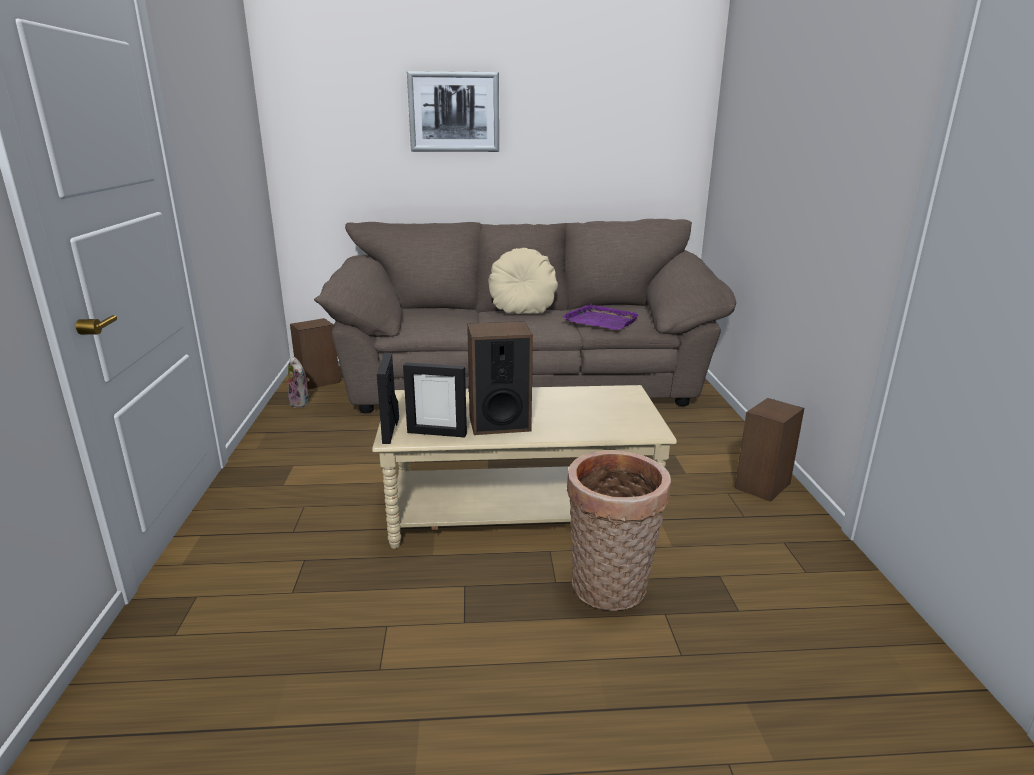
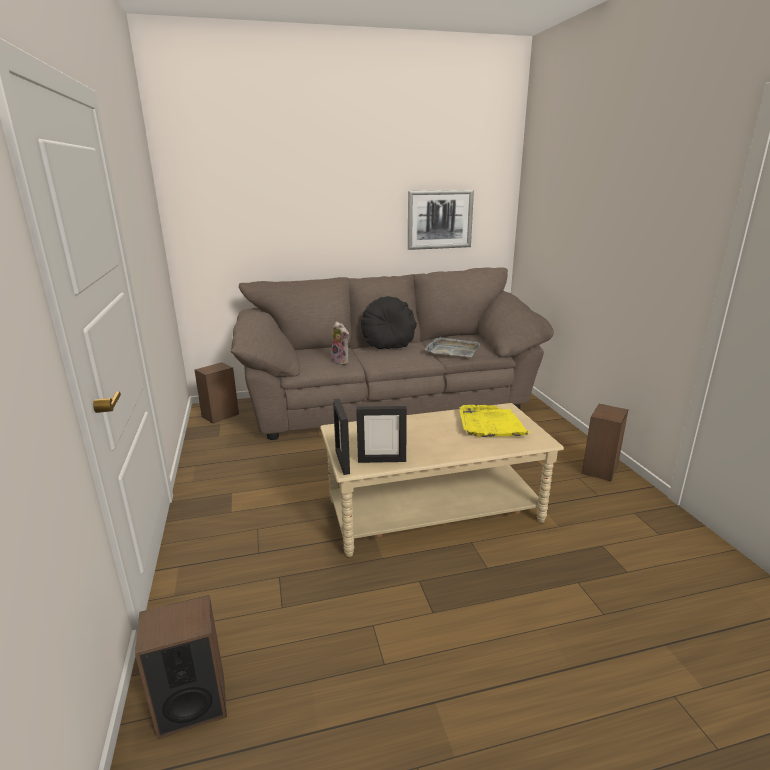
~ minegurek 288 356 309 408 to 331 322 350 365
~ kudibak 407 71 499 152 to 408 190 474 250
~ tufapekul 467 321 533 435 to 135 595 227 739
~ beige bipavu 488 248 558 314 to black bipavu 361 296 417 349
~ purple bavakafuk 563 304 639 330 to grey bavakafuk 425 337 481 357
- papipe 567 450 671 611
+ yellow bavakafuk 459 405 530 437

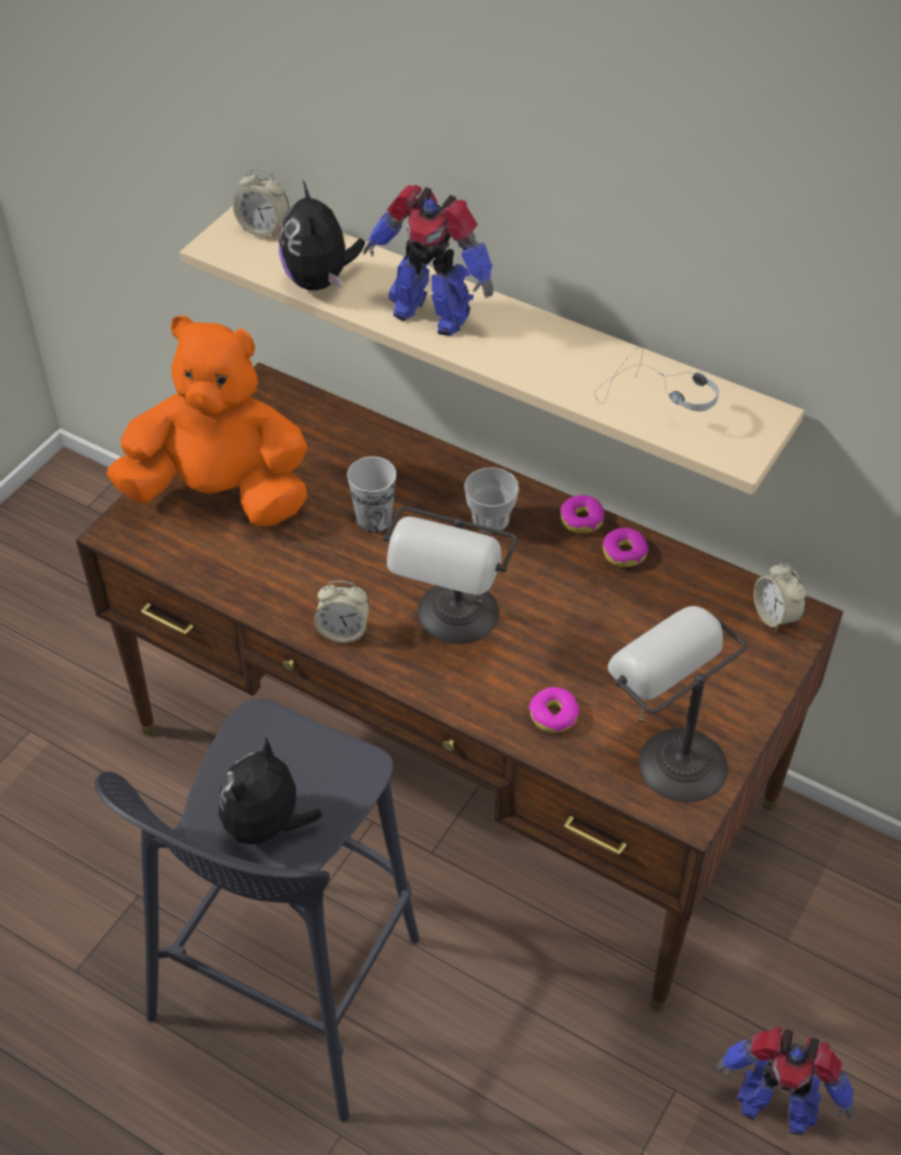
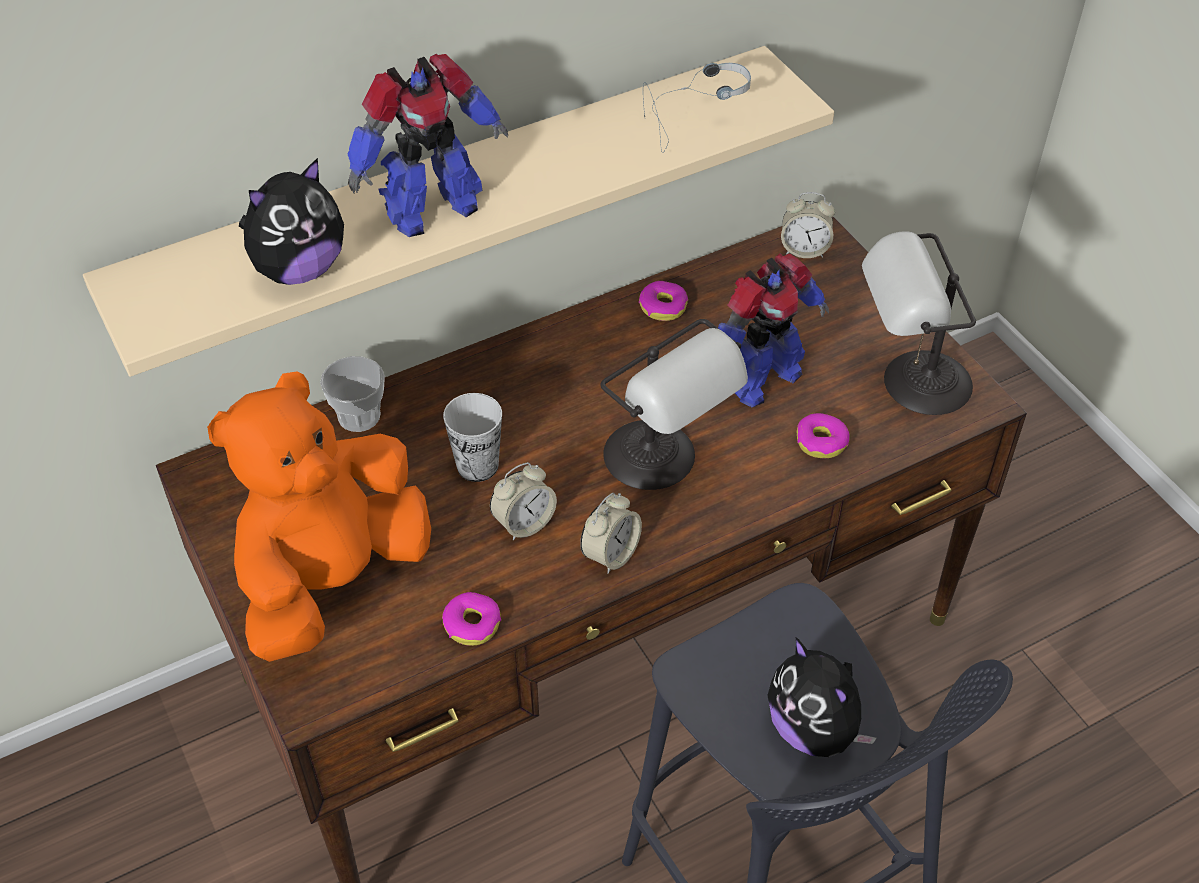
~ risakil 233 168 289 238 to 490 462 557 540
~ minegurek 279 181 365 290 = 239 158 344 285 60 degrees counterclockwise
~ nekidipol 464 467 519 533 to 320 356 385 432
~ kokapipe 560 495 604 533 to 442 592 501 646
~ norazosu 715 1026 854 1135 to 718 253 829 407

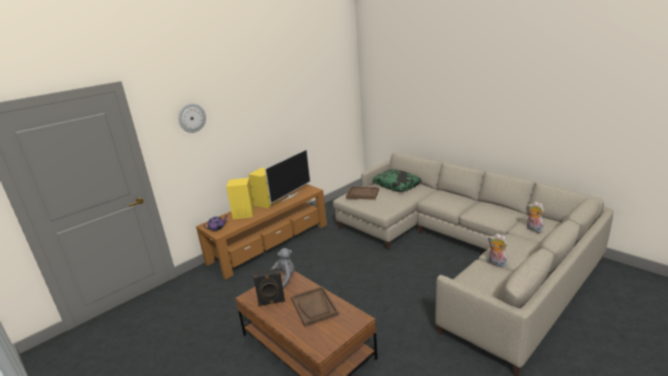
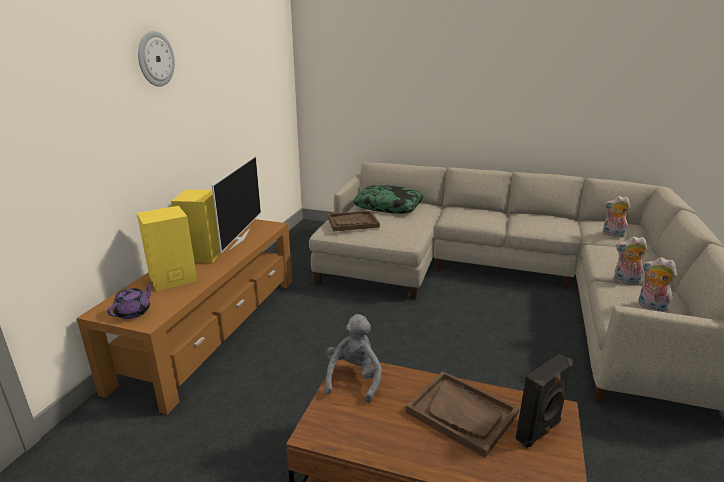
~ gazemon 178 103 206 133 to 138 31 175 87
~ black tufapekul 253 268 285 306 to 515 354 573 448
+ minegurek 639 257 677 313

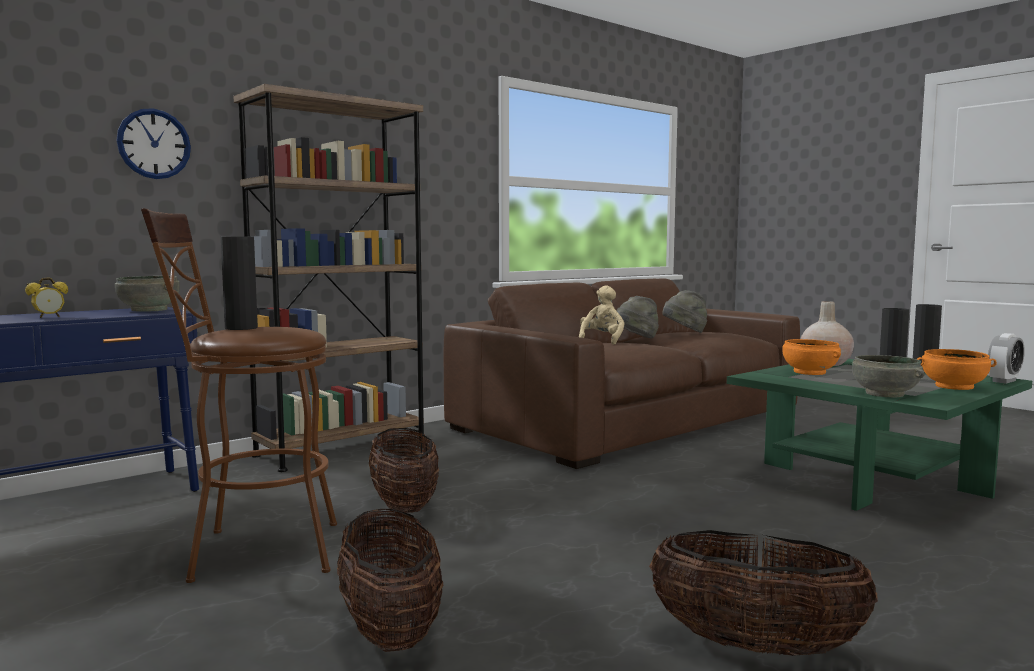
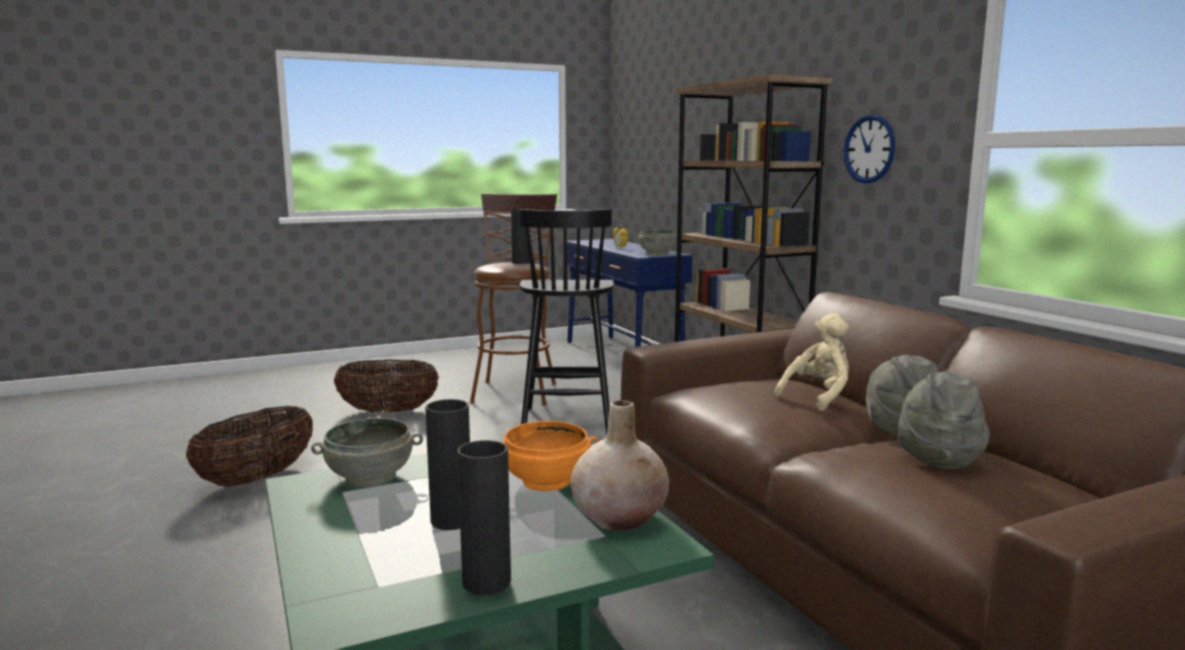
~ gazemon 116 108 191 179 to 844 114 895 183
~ papipe 369 428 439 513 to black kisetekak 519 209 614 436
~ beige minegurek 579 285 624 344 = 774 313 849 411 75 degrees counterclockwise
- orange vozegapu 917 349 997 390
- risakil 988 333 1025 384

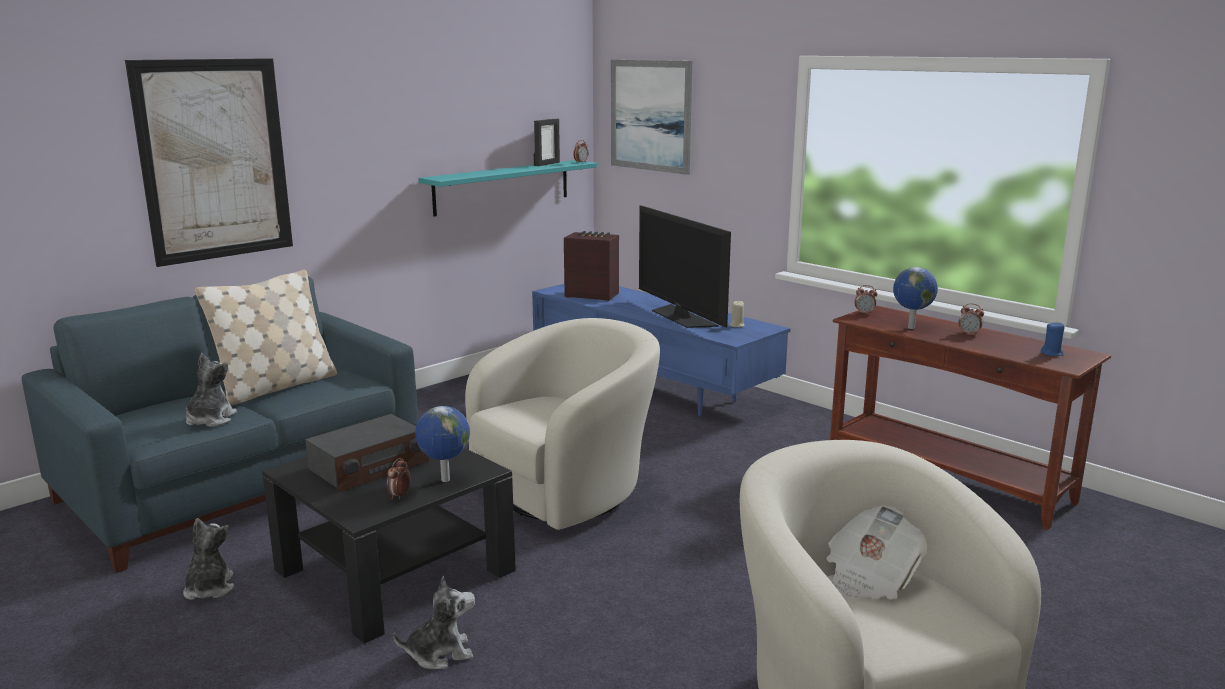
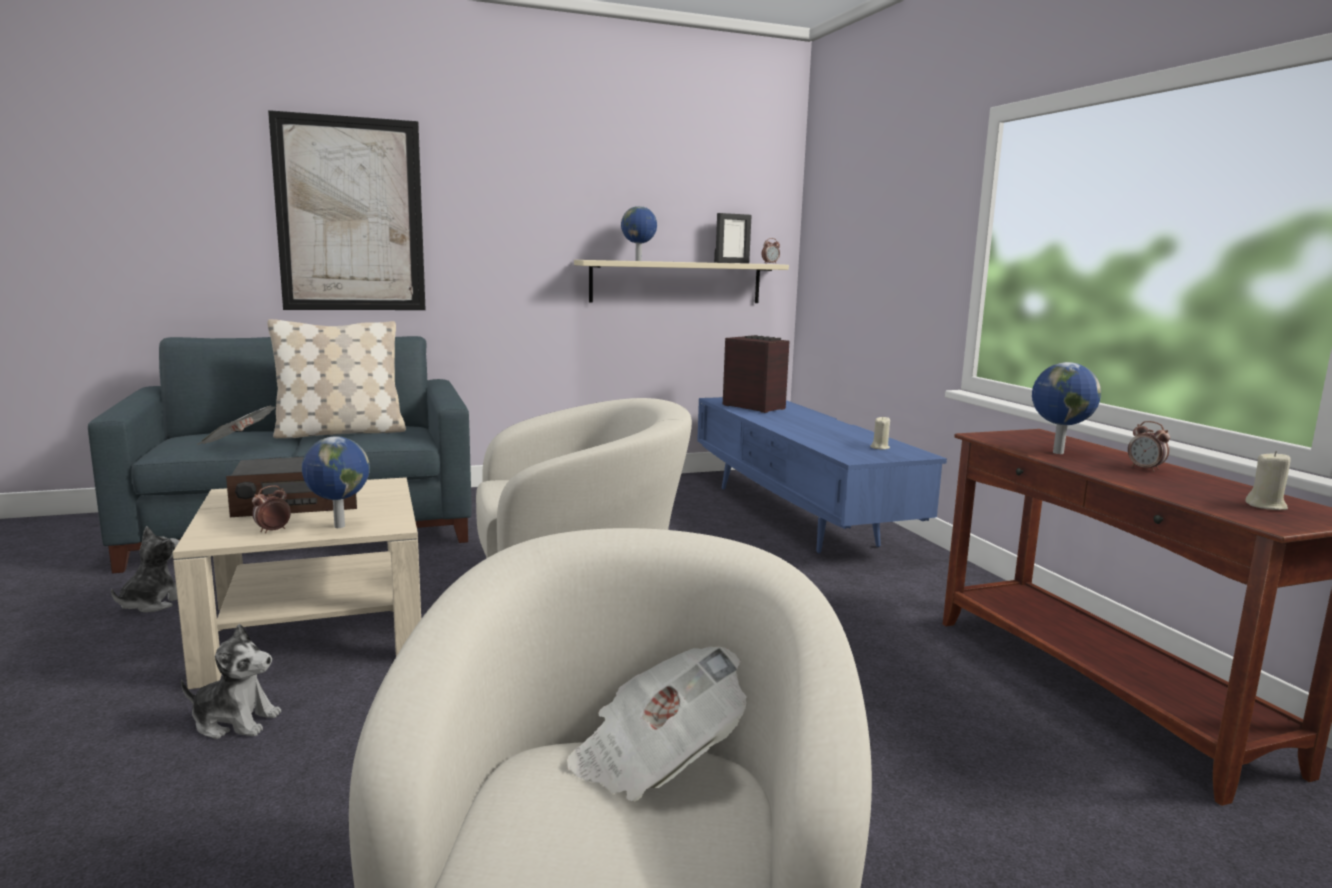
~ minegurek 186 353 237 427 to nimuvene 197 405 276 445
~ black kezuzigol 262 423 516 644 to beige kezuzigol 173 477 421 689
~ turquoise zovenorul 418 160 597 216 to beige zovenorul 574 260 789 303
- kudibak 611 60 692 175
- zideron 639 205 731 328
- risakil 855 285 877 314
~ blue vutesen 1041 322 1064 356 to beige vutesen 1245 451 1291 510
+ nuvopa 621 206 657 261

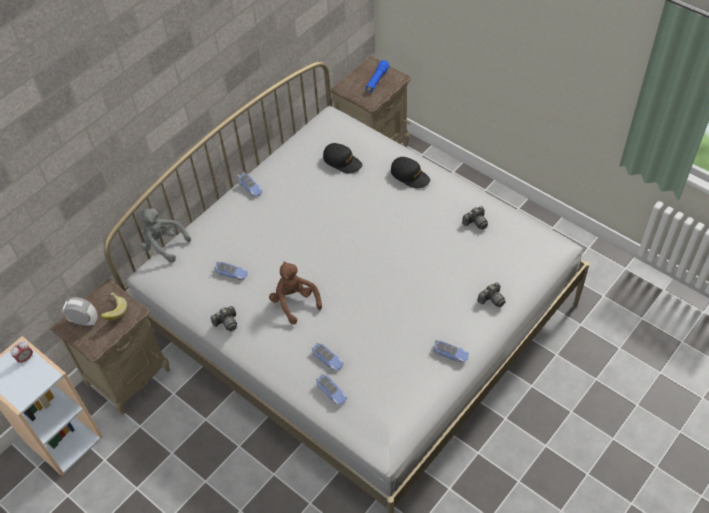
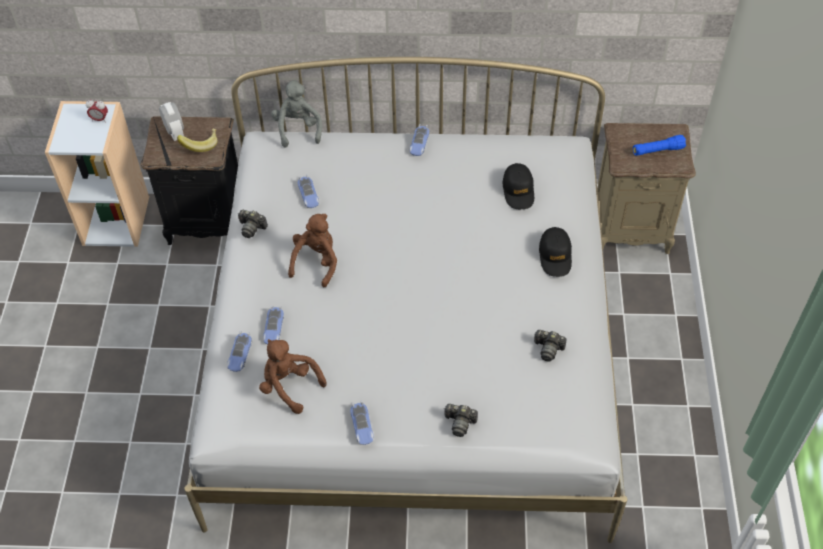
~ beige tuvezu 50 279 170 415 to black tuvezu 140 116 238 245
+ brown minegurek 259 339 327 414

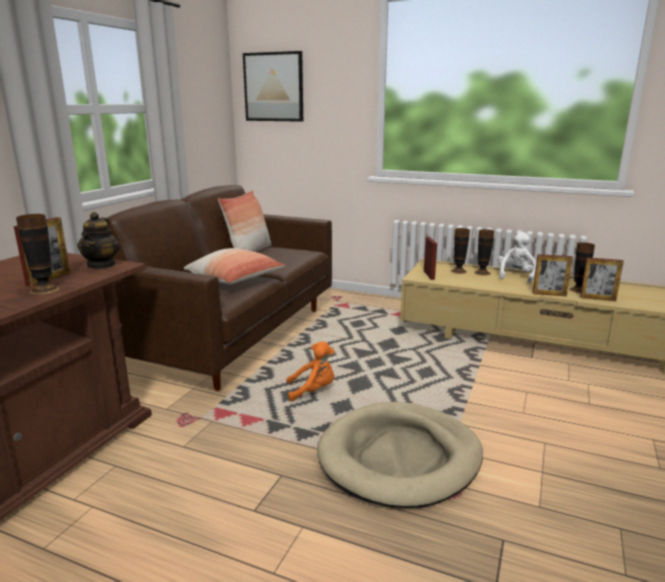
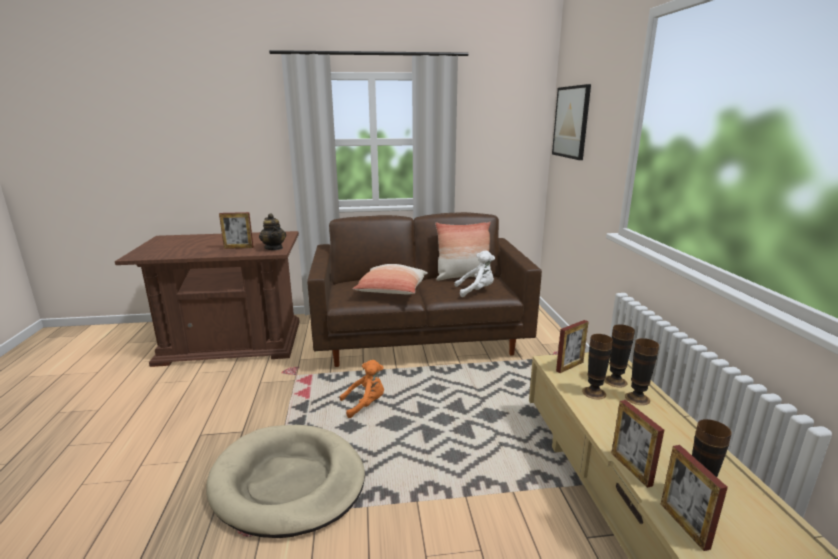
~ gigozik 16 214 60 295 to 582 334 613 399
~ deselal 77 212 120 269 = 259 213 286 250 90 degrees counterclockwise
~ orange minegurek 286 341 334 402 = 340 360 384 418 75 degrees counterclockwise
~ white minegurek 498 232 536 284 to 454 250 495 297

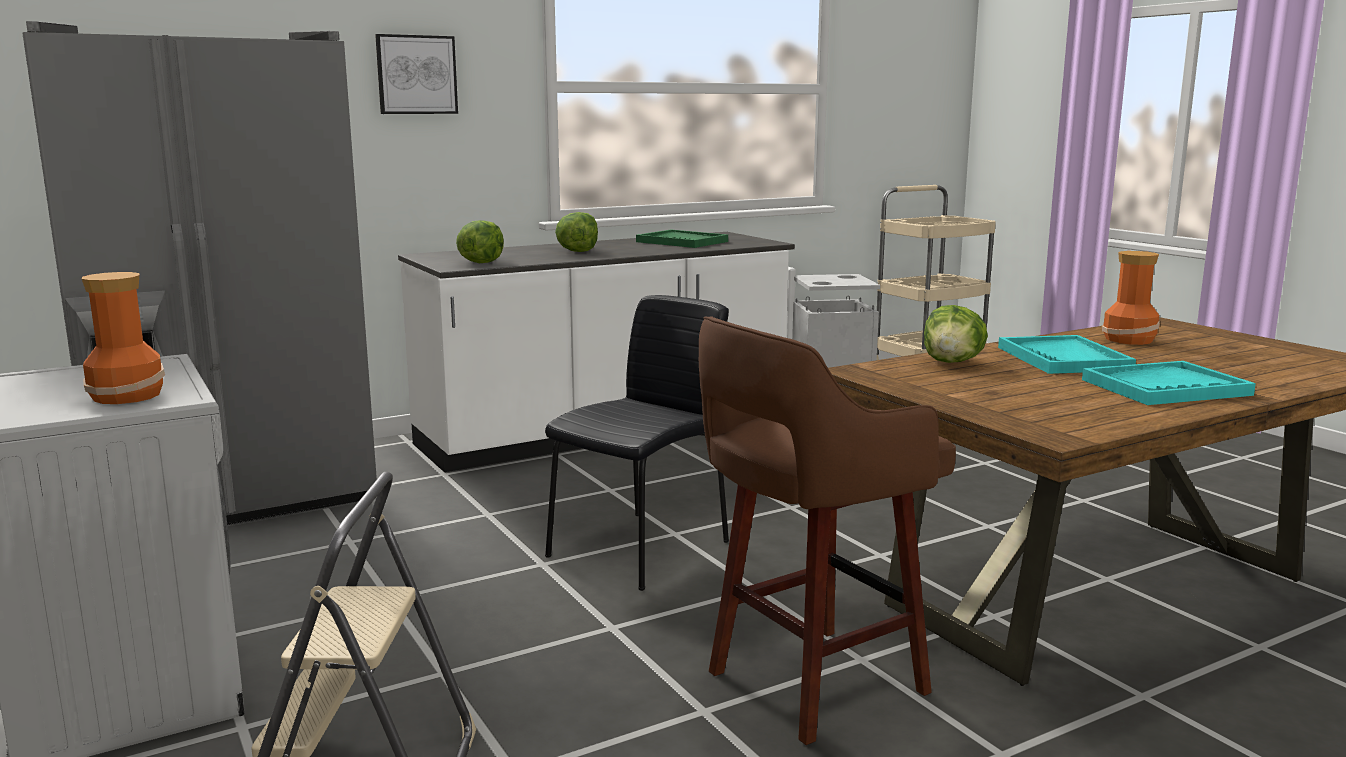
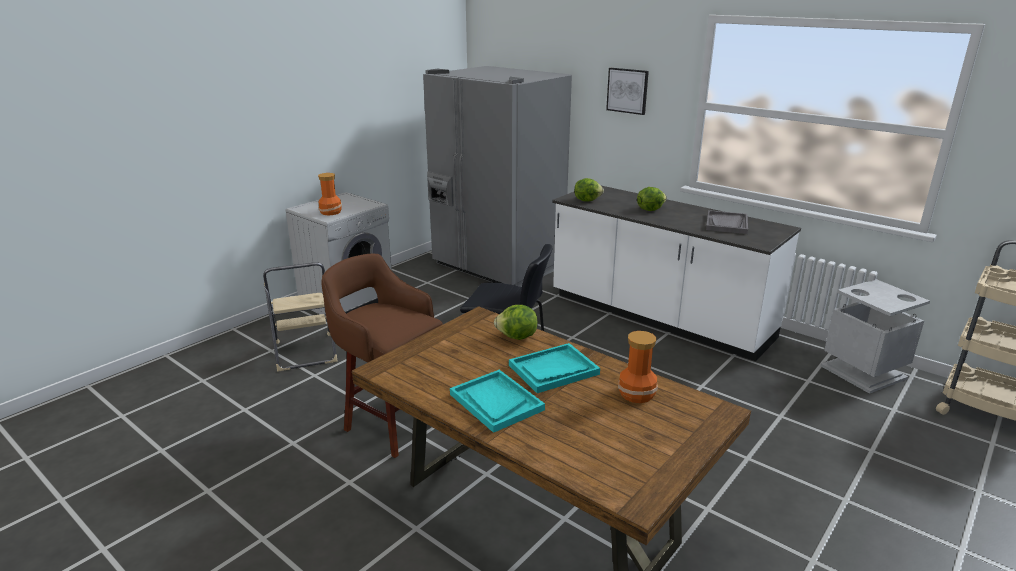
~ green bavakafuk 636 230 728 248 to grey bavakafuk 706 210 748 234

